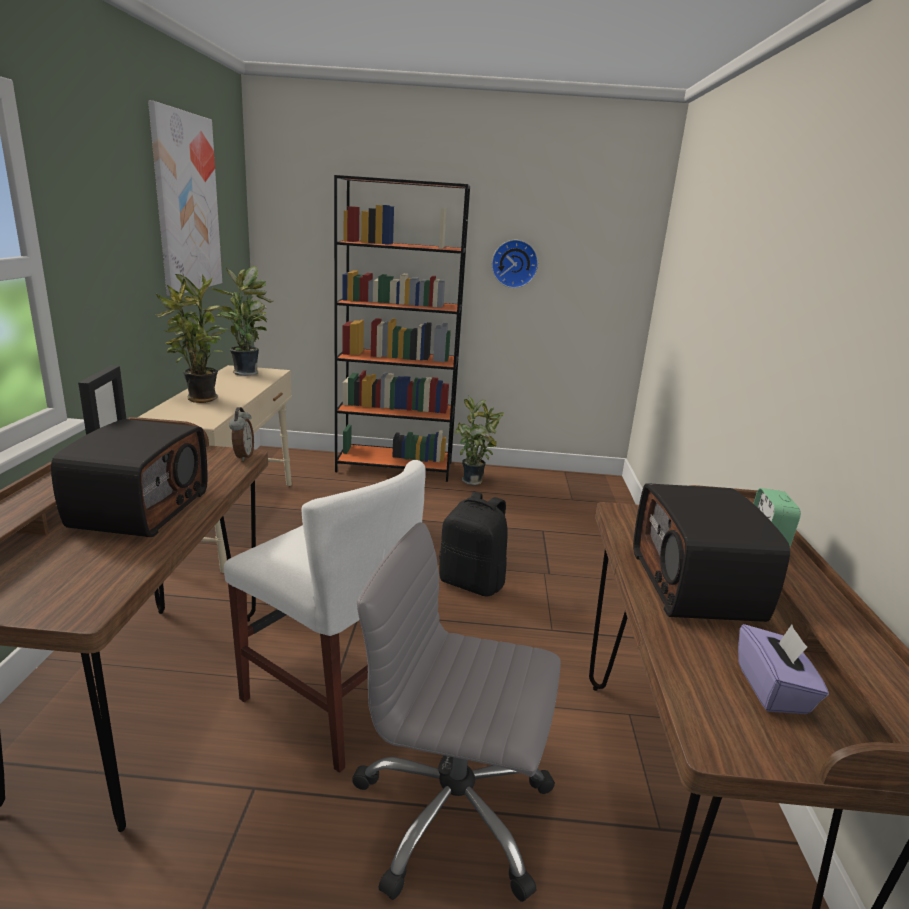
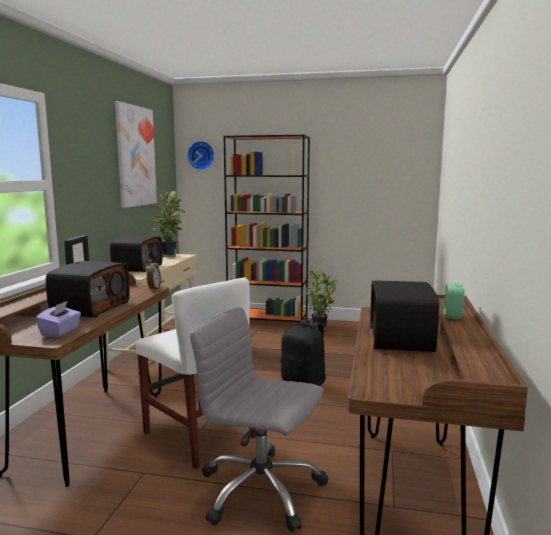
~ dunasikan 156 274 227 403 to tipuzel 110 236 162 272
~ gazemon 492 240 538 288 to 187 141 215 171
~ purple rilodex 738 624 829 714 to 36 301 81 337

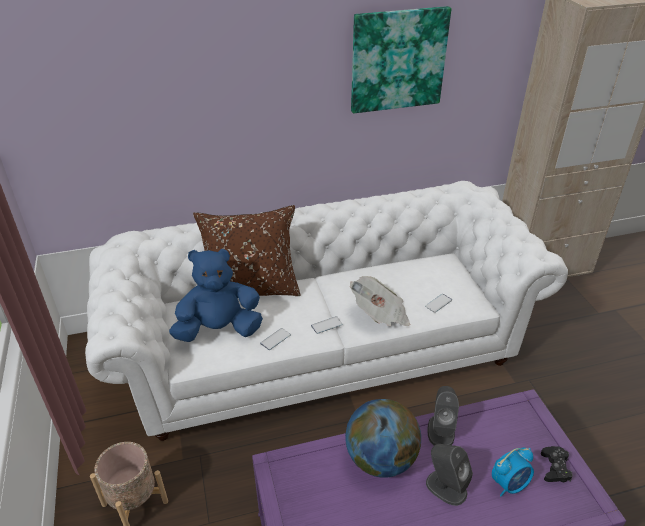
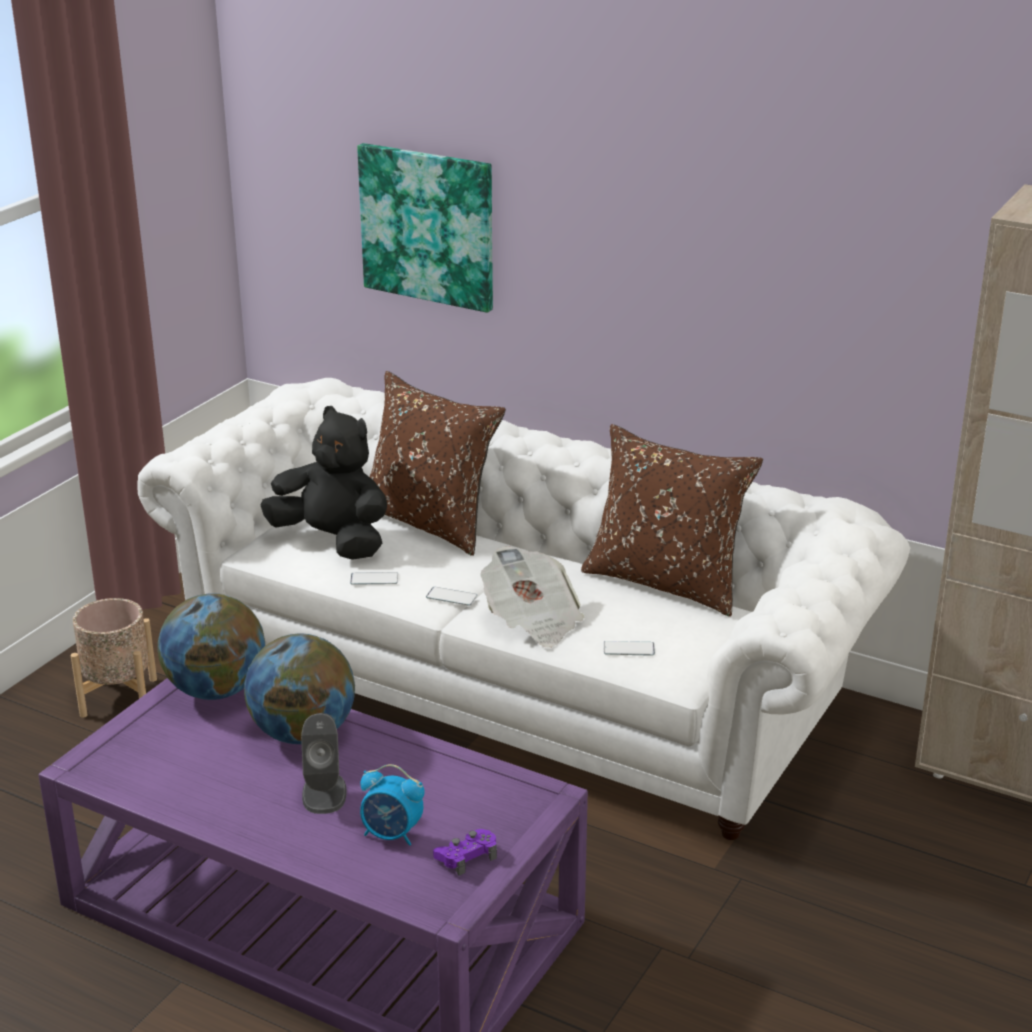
~ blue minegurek 169 249 263 342 to black minegurek 260 406 387 560
~ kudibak 351 6 451 114 to 357 143 493 313
- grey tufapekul 428 386 459 446
~ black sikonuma 541 446 573 482 to purple sikonuma 433 829 497 876
+ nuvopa 158 593 265 700
+ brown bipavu 581 424 763 617

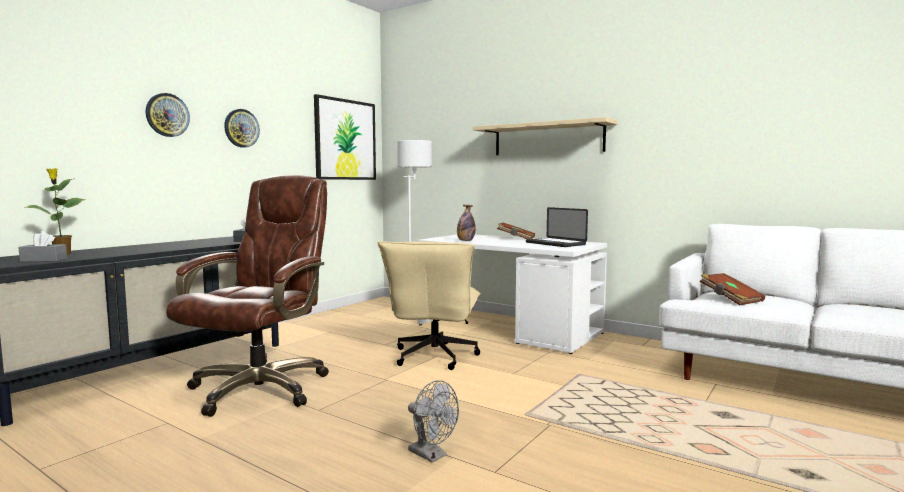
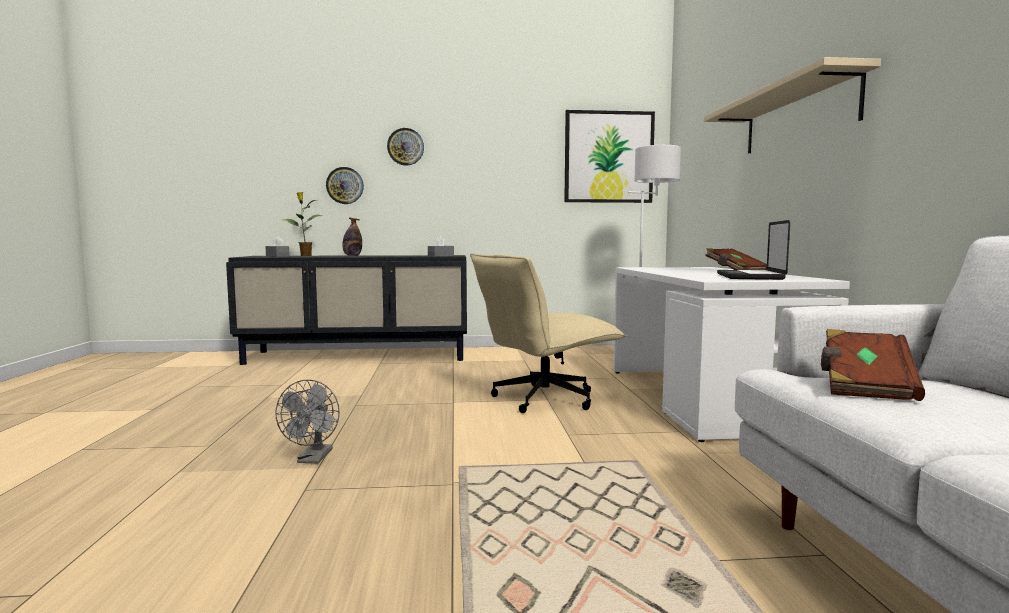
- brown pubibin 166 175 329 417
~ gazemon 224 109 260 148 to 326 167 364 204
~ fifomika 457 205 475 241 to 342 218 362 256

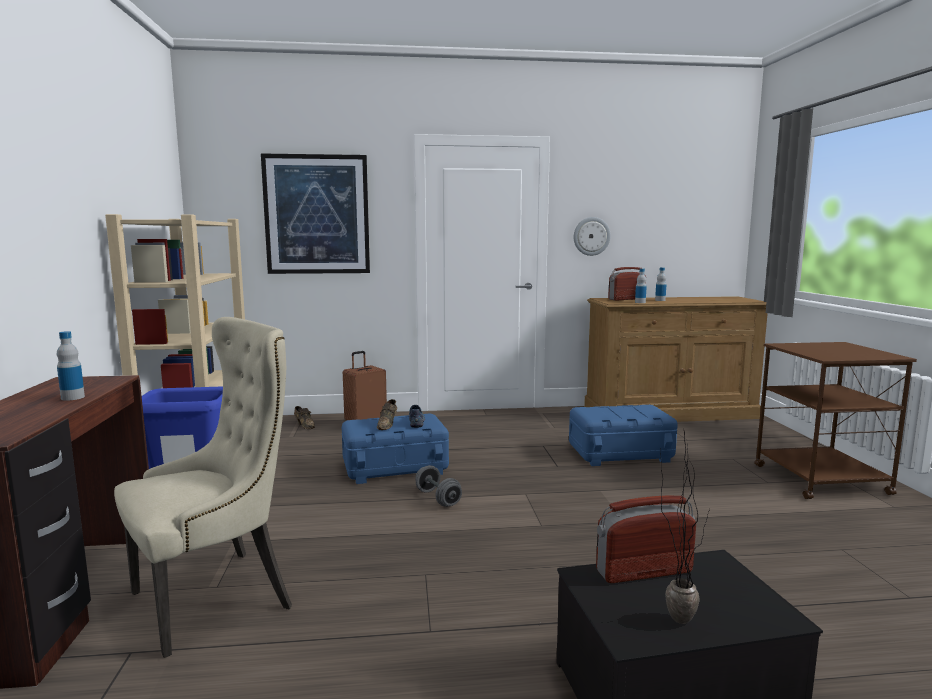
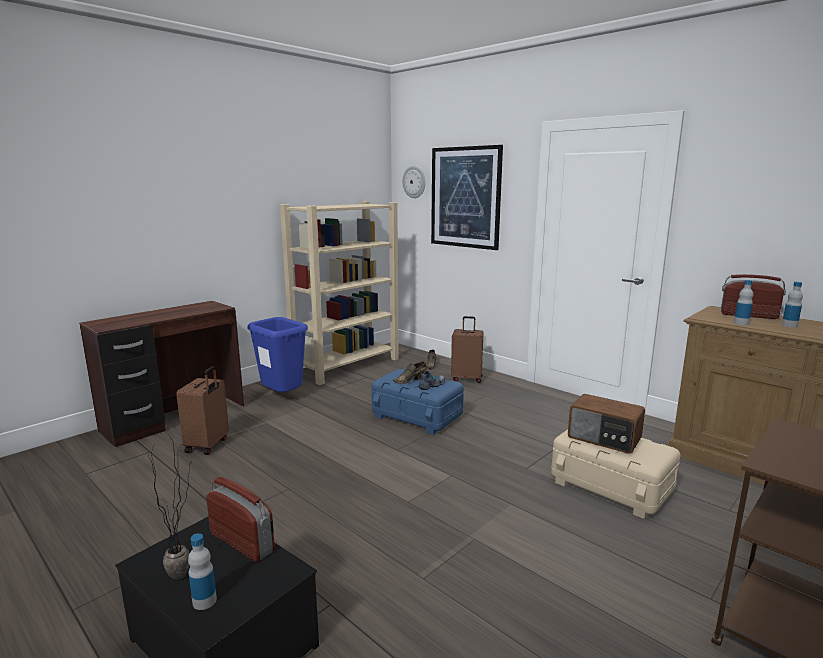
~ fifomika 57 331 85 401 to 188 533 217 610
~ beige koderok 114 317 292 658 to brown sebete 176 366 229 455
- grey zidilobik 415 465 462 507
~ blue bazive 569 405 678 466 to beige bazive 551 429 681 519
~ gazemon 574 217 611 256 to 403 166 425 198
+ tipuzel 568 394 645 454

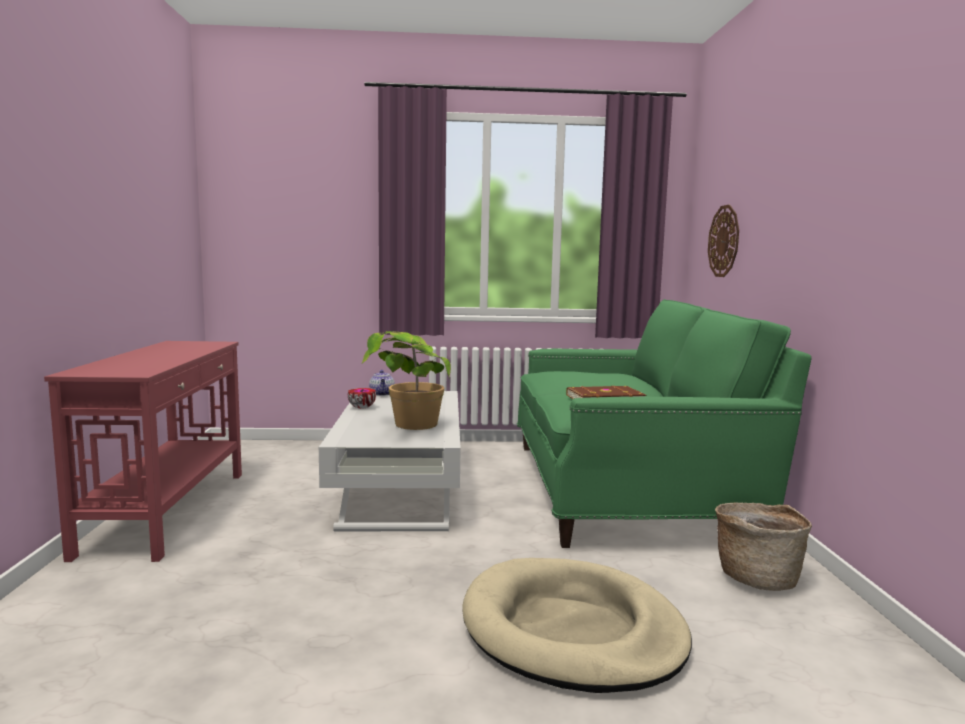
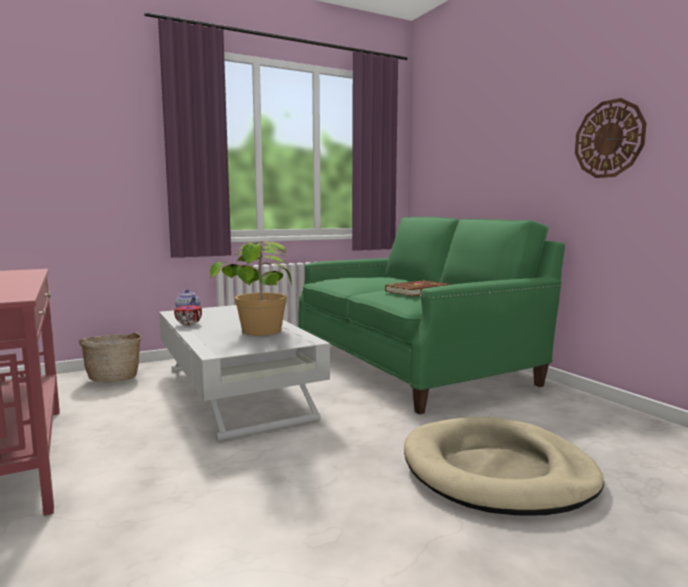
~ gazemon 708 205 739 277 to 575 98 647 178
~ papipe 715 503 812 591 to 79 332 142 383

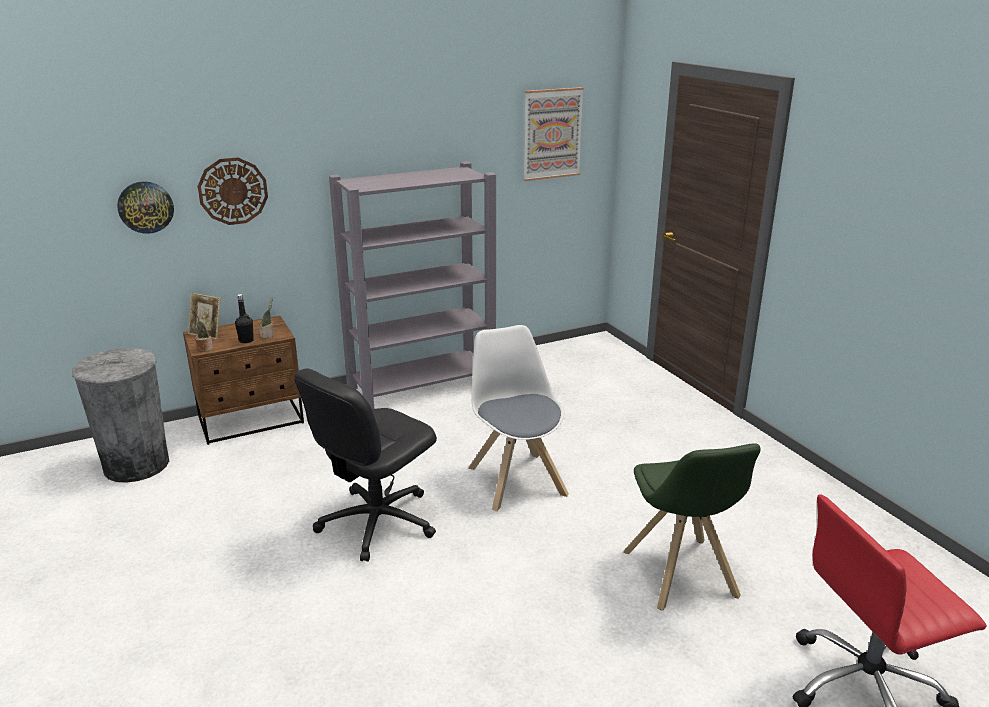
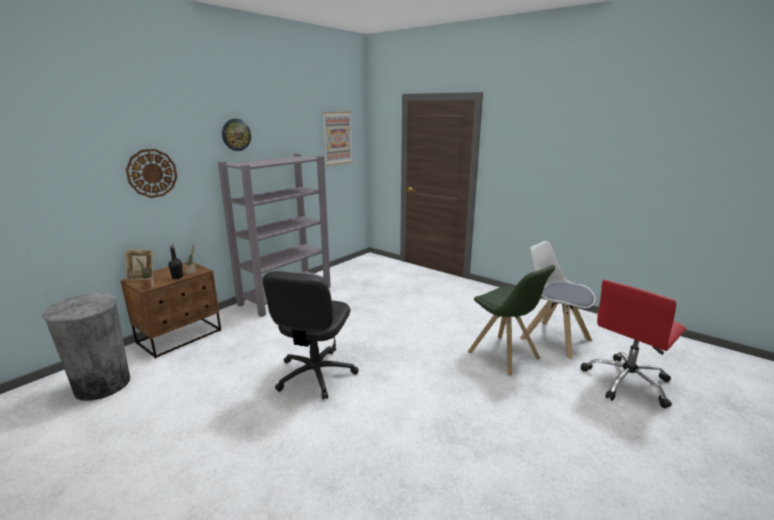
~ gazemon 117 181 174 234 to 222 119 251 151
~ koderok 468 325 569 512 to 520 241 595 359

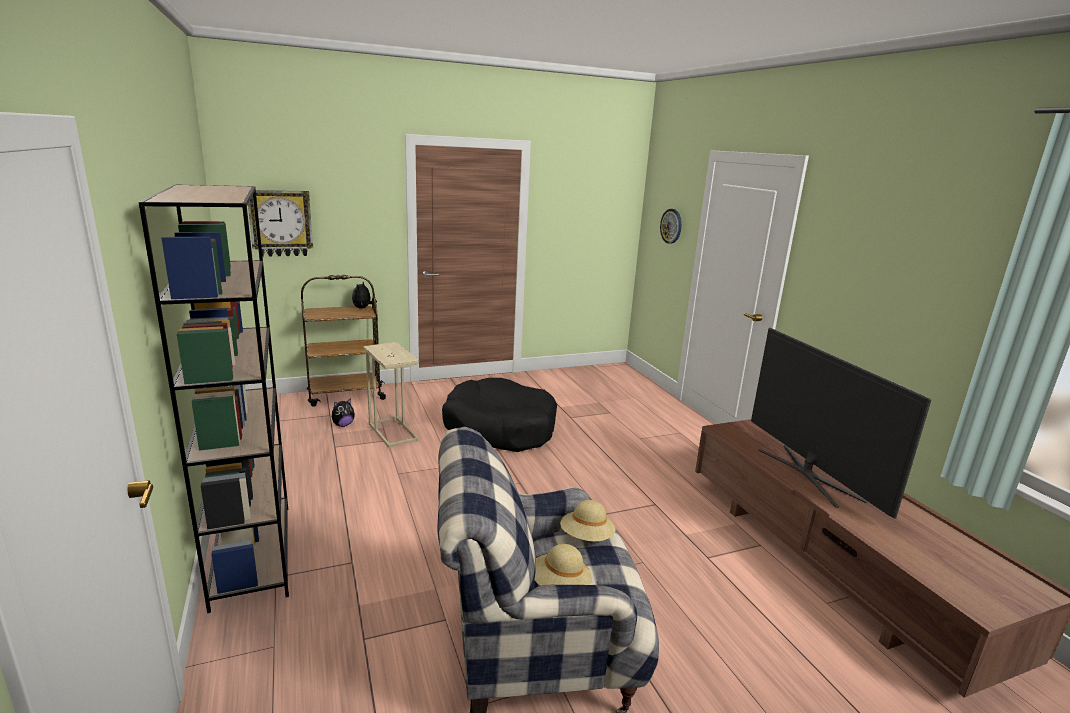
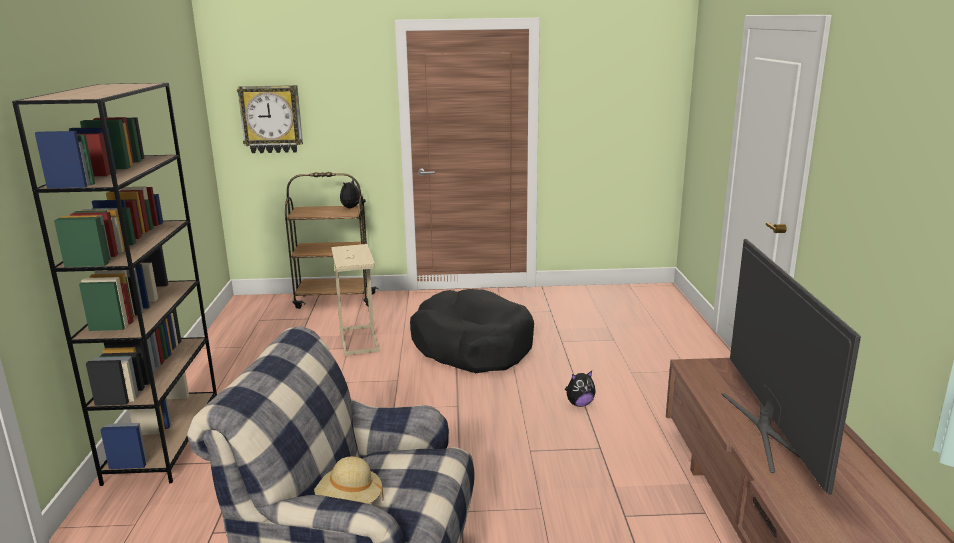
~ minegurek 332 398 355 427 to 565 371 596 407
- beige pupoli 560 500 616 542
- gazemon 660 209 682 244

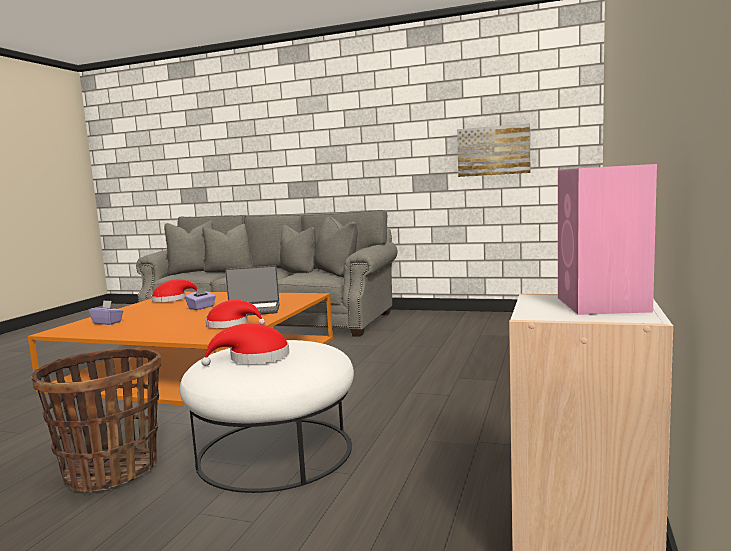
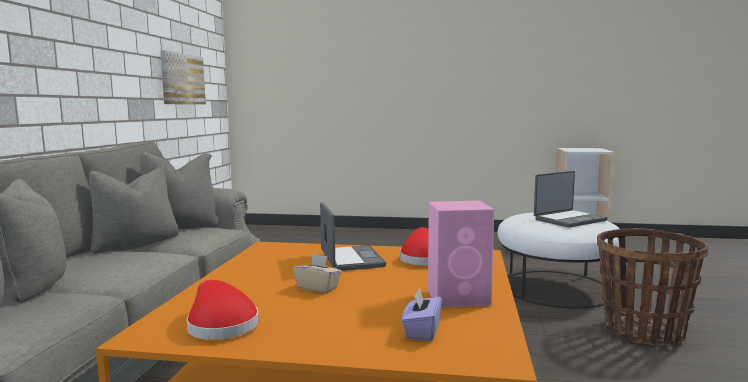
~ purple rilodex 185 287 216 310 to beige rilodex 293 254 342 293
~ red pupoli 201 323 289 366 to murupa 534 171 608 228
~ pink tufapekul 558 164 657 315 to 428 201 494 308

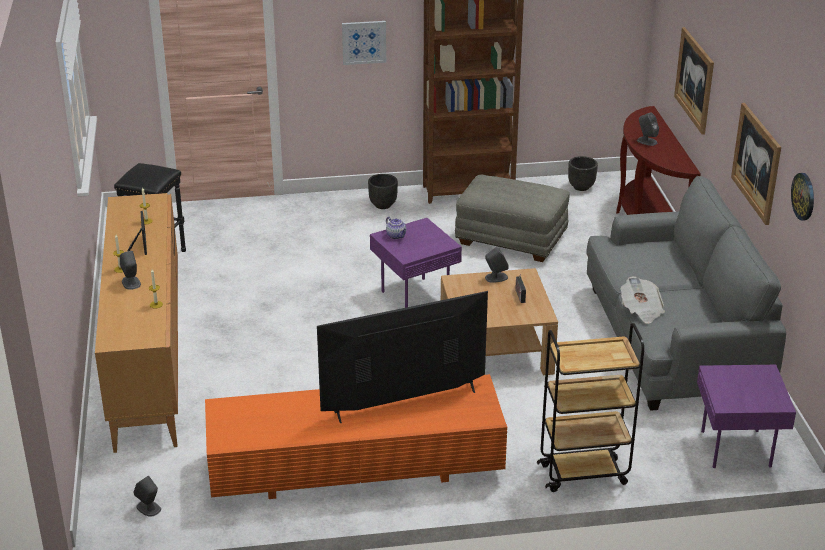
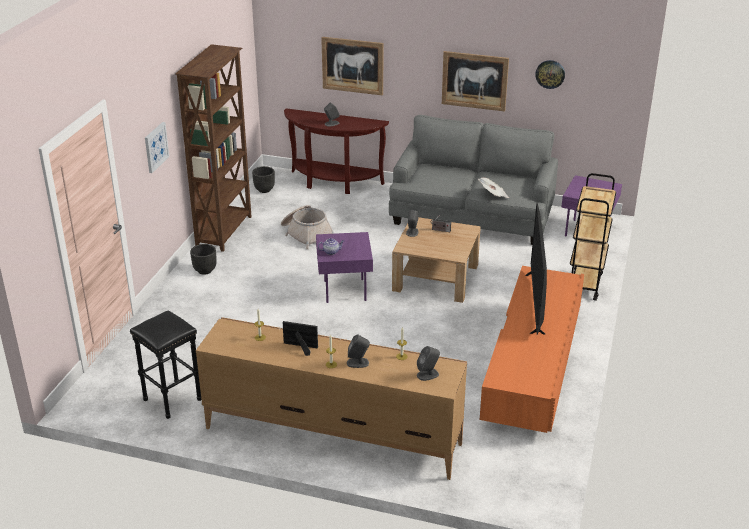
~ grey tufapekul 133 475 161 517 to 417 346 440 381
~ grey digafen 455 175 569 262 to papipe 281 205 334 249

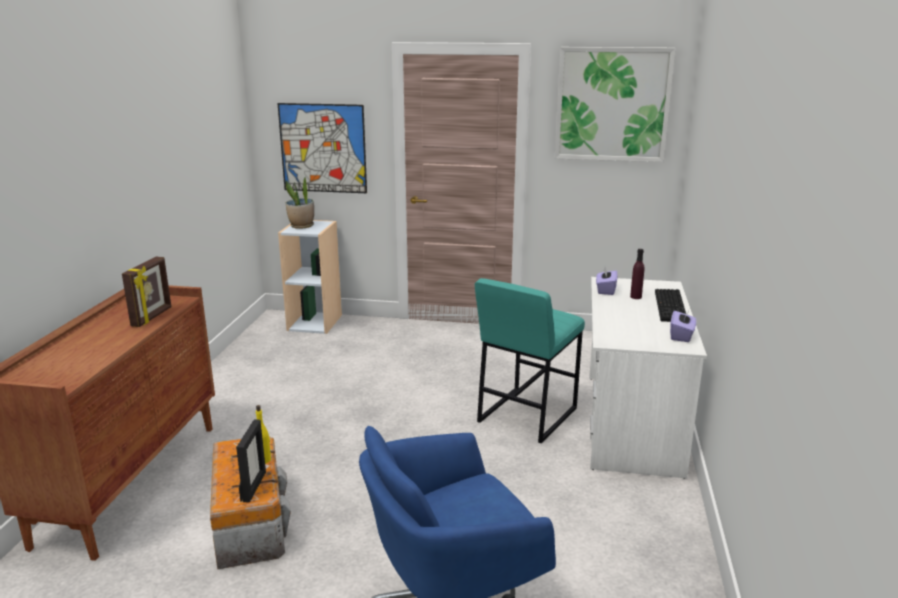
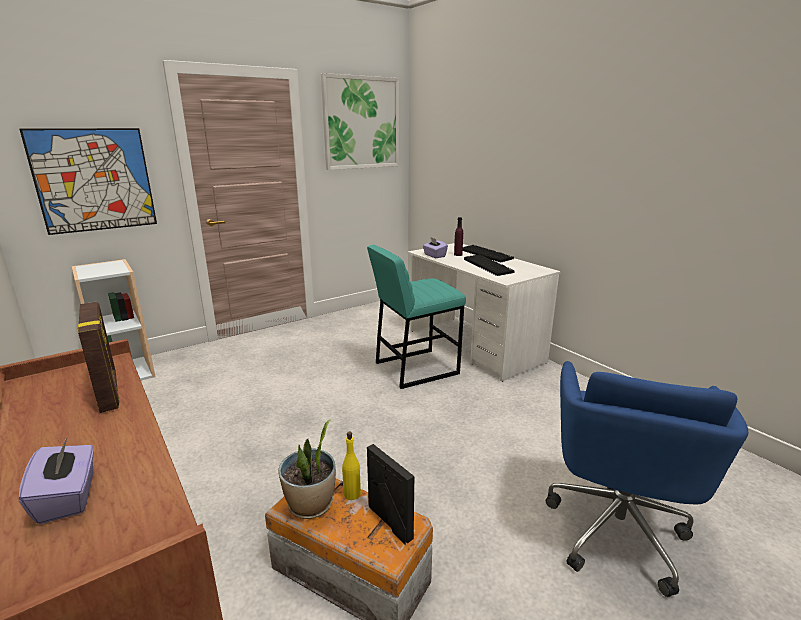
~ dunasikan 286 177 314 229 to 278 420 336 519
~ turquoise koderok 475 278 585 443 = 367 245 466 389 75 degrees clockwise
~ purple rilodex 670 311 697 342 to 19 436 94 524
+ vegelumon 464 254 514 276

